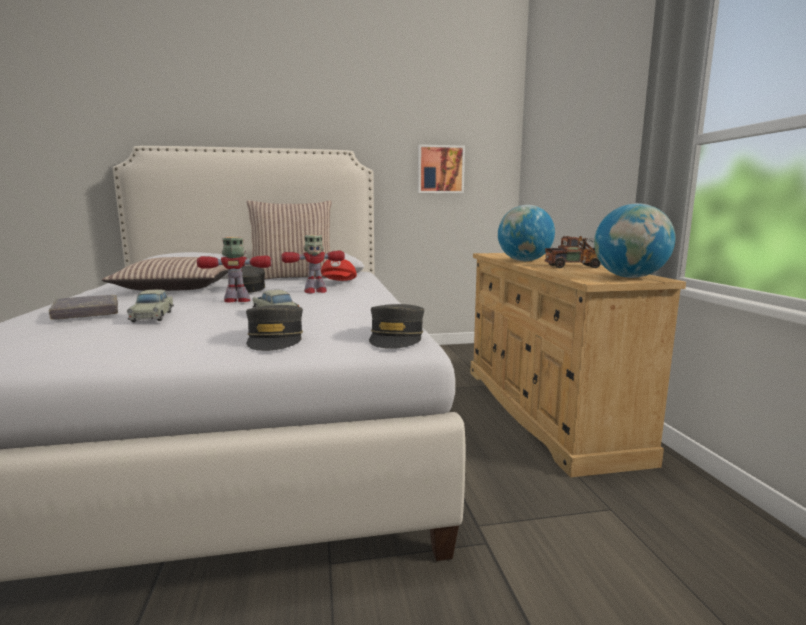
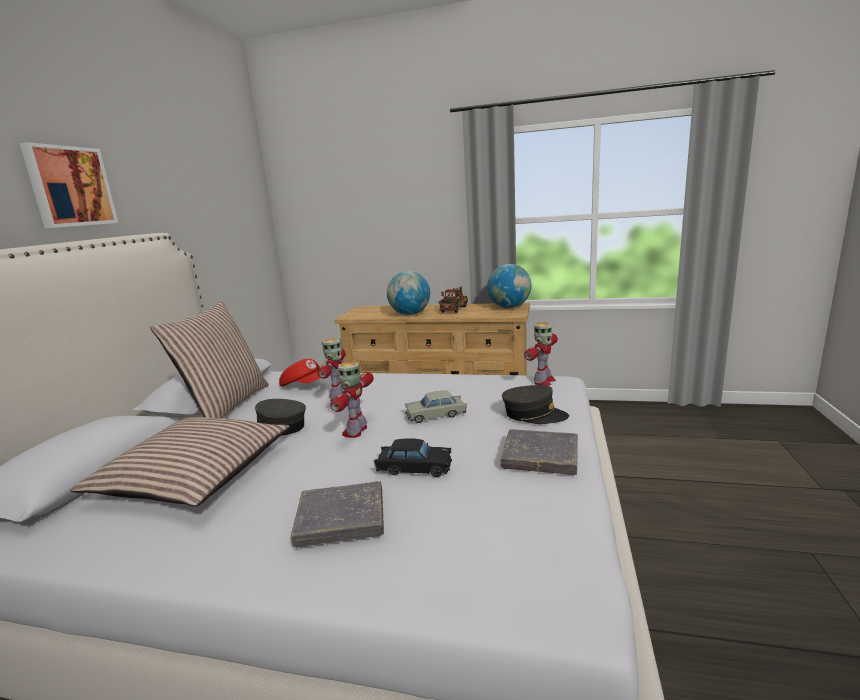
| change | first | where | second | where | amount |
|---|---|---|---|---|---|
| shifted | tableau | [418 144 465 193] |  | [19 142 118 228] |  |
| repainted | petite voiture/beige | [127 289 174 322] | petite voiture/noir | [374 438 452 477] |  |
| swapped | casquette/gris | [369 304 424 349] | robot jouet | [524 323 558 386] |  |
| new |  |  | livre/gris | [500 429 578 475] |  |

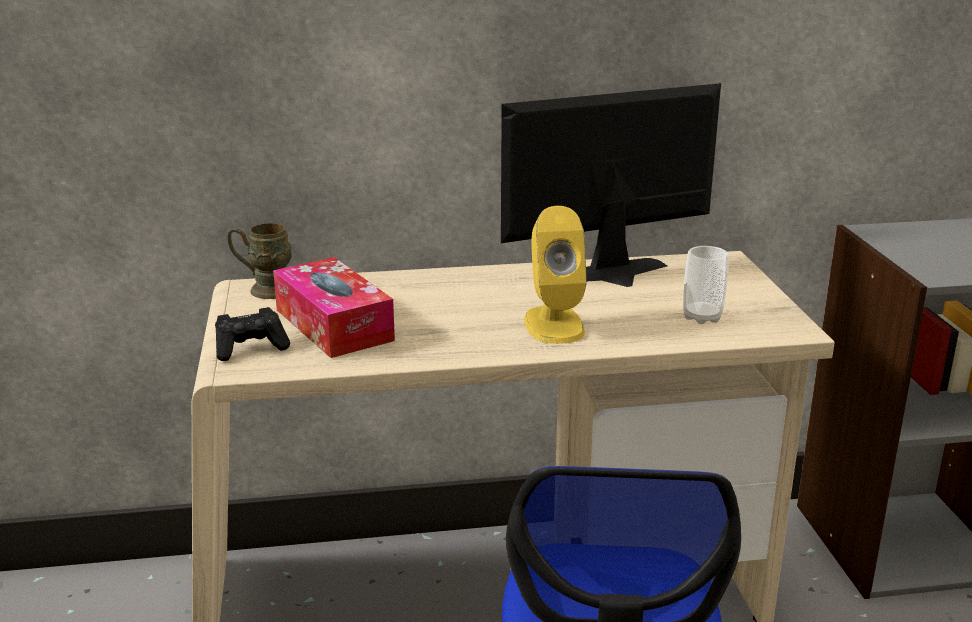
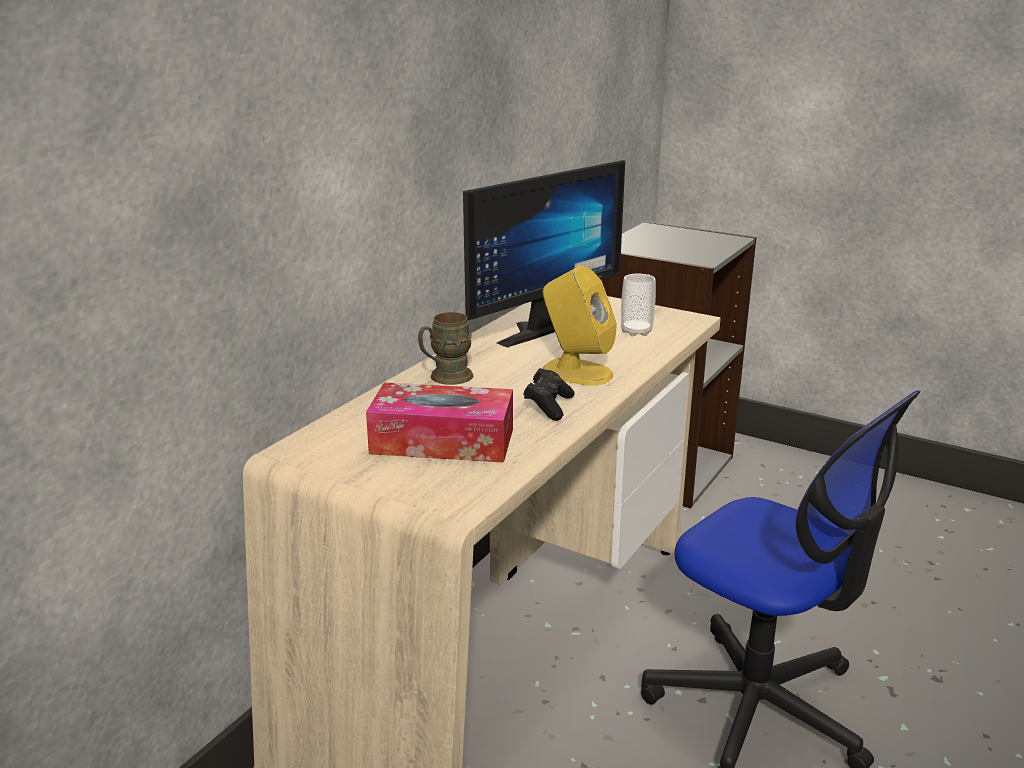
| change | first | where | second | where | amount |
|---|---|---|---|---|---|
| rotated | écran d'ordinateur | [501 83 721 287] |  | [463 160 625 348] | 150 degrees counterclockwise |
| shifted | mug/marron | [227 223 292 299] |  | [418 312 473 385] |  |
| shifted | manette/noir | [215 307 290 361] |  | [523 368 575 421] |  |

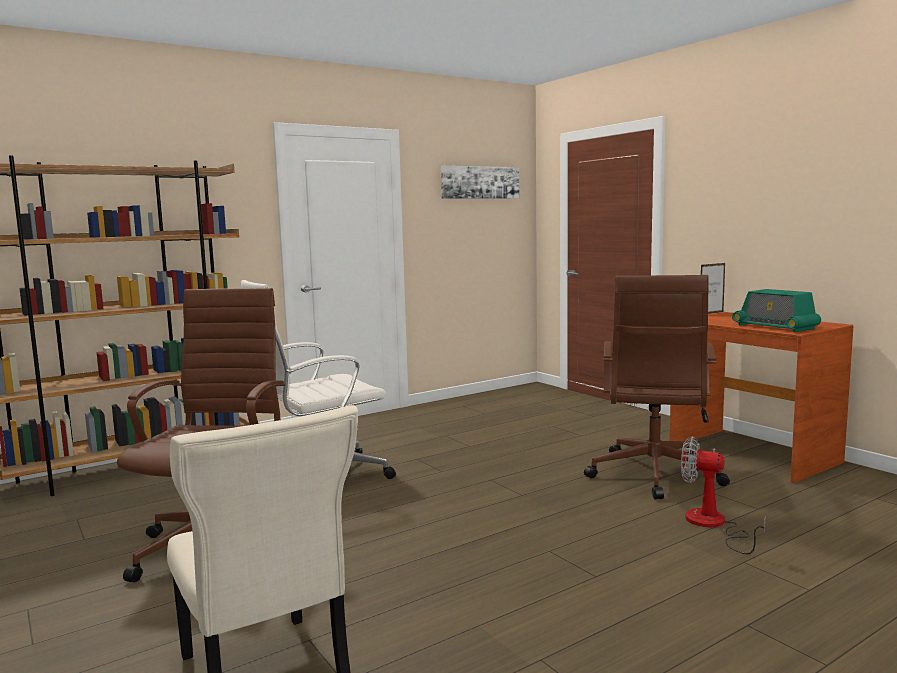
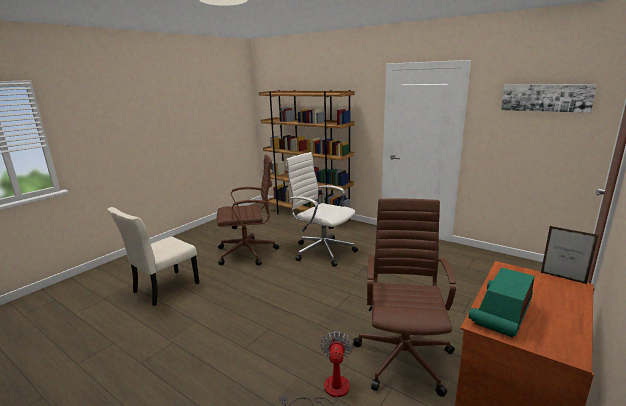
| change | first | where | second | where | amount |
|---|---|---|---|---|---|
| rotated | chaise de bureau/marron | [584 275 730 499] |  | [353 198 456 397] | 105 degrees clockwise |

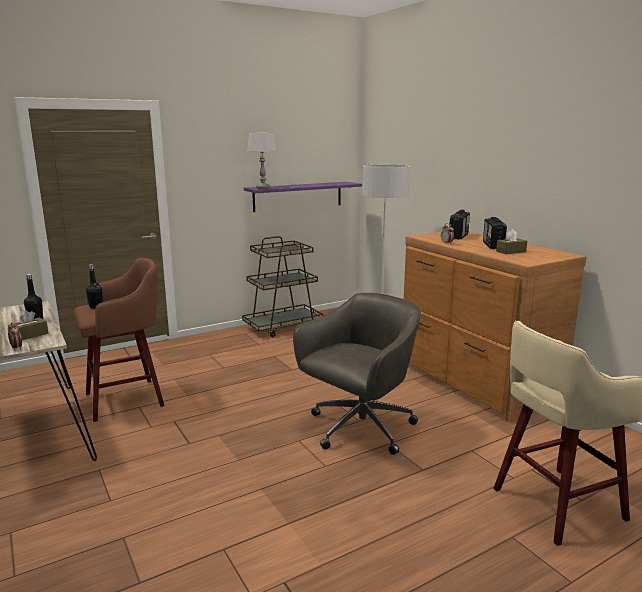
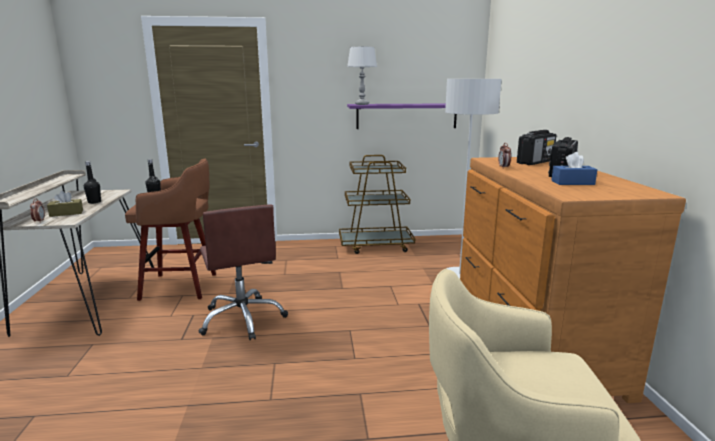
| change | first | where | second | where | amount |
|---|---|---|---|---|---|
| repainted | boîte à mouchoirs/marron | [496 229 527 254] | boîte à mouchoirs/bleu | [551 152 598 185] |  |
| gone | chaise de bureau/gris | [293 293 421 455] |  |  |  |
| new |  |  | chaise de bureau/marron | [198 205 288 340] |  |

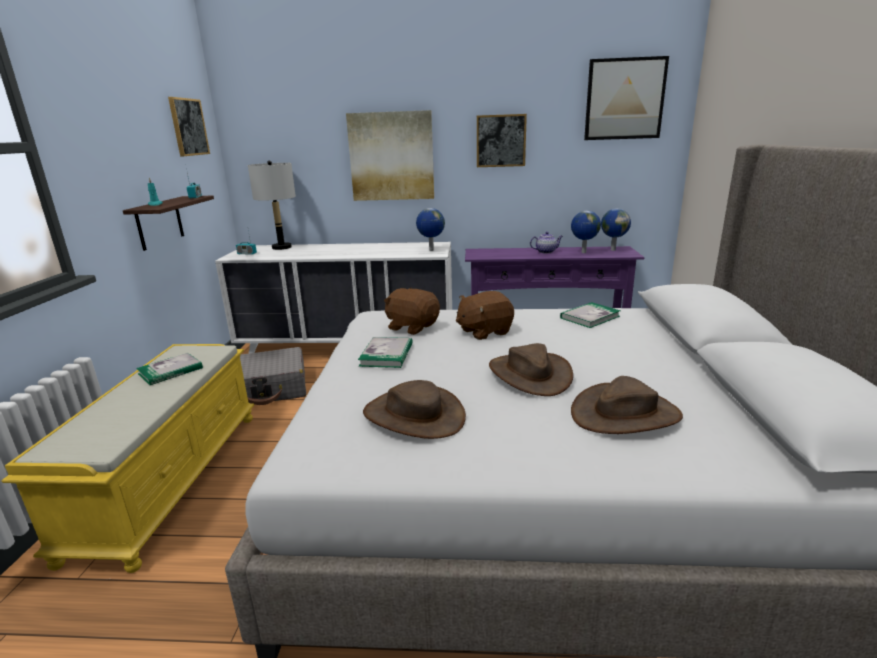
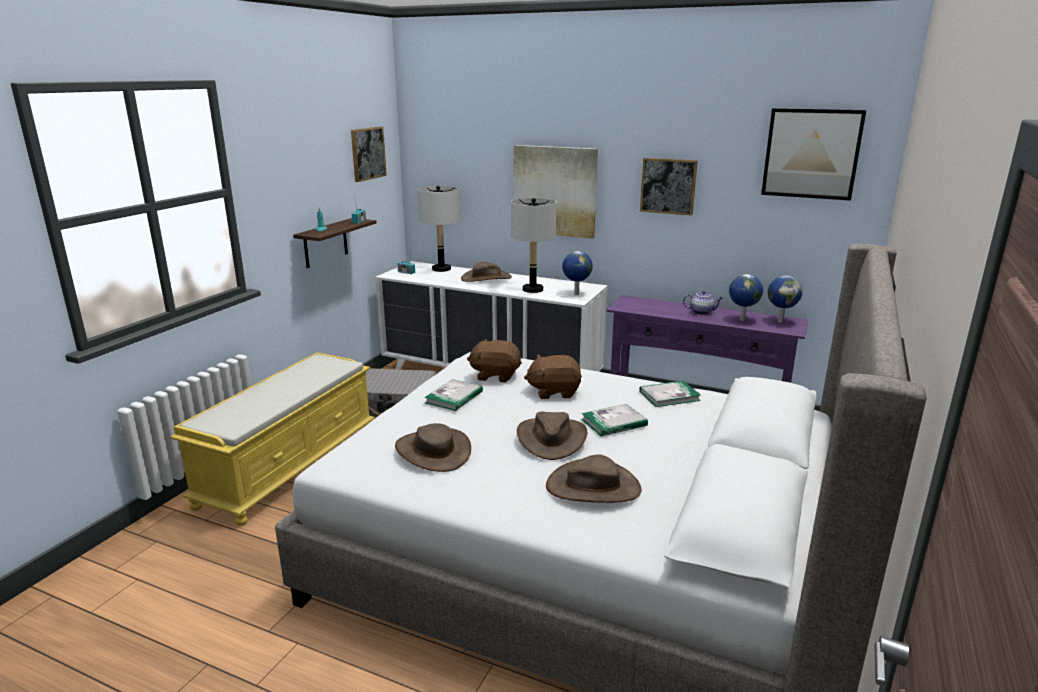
| change | first | where | second | where | amount |
|---|---|---|---|---|---|
| rotated | peluche/marron | [384 288 440 335] |  | [467 339 522 382] | 45 degrees counterclockwise |
| shifted | livre | [136 353 203 385] |  | [581 404 648 436] |  |
| new |  |  | lampe de table/gris | [511 198 556 293] |  |
| new |  |  | chapeau/marron | [461 262 512 282] |  |

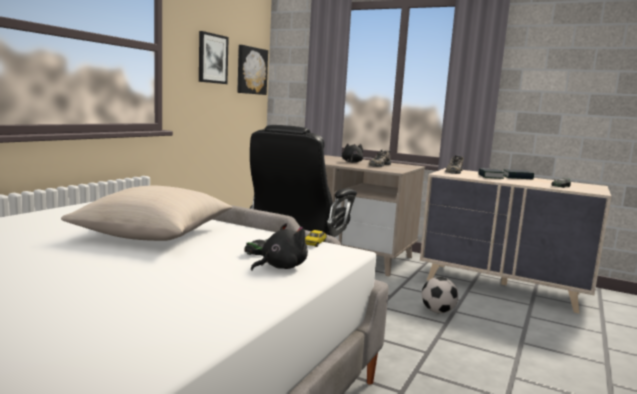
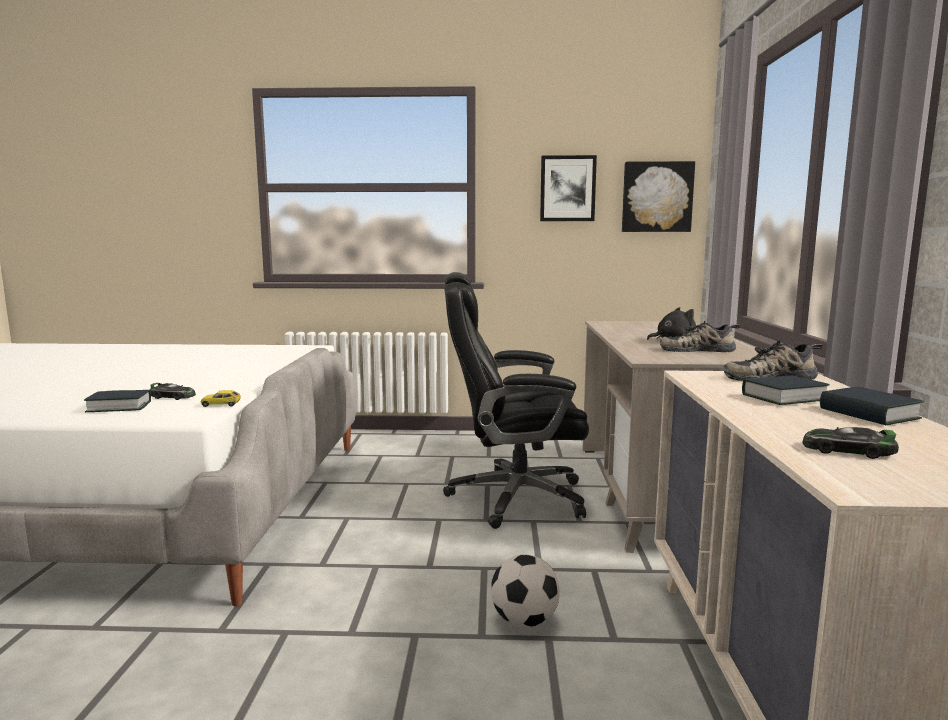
| change | first | where | second | where | amount |
|---|---|---|---|---|---|
| gone | coussin/beige | [61 186 232 241] |  |  |  |
| swapped | peluche/noir | [251 223 308 271] | livre | [84 390 151 412] |  |

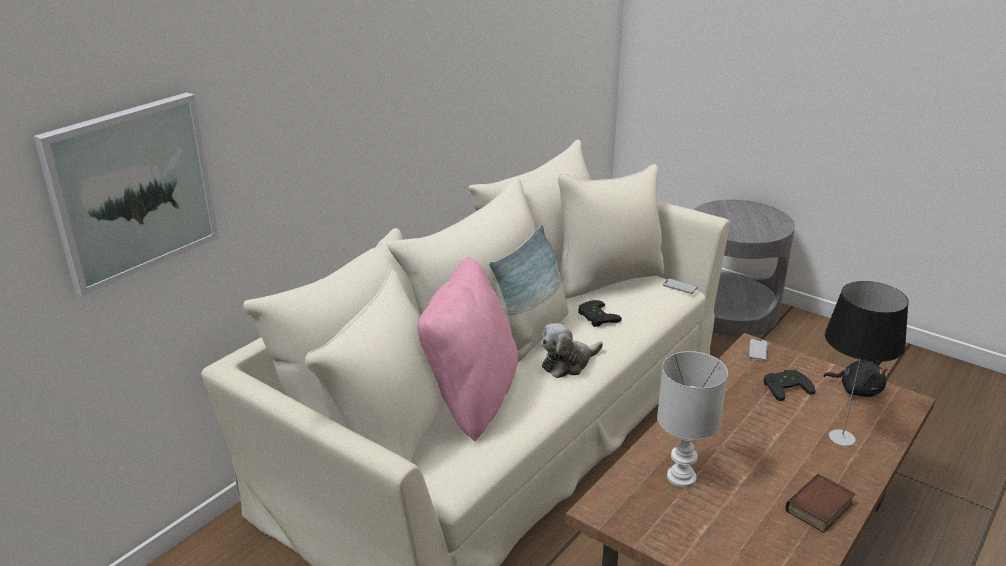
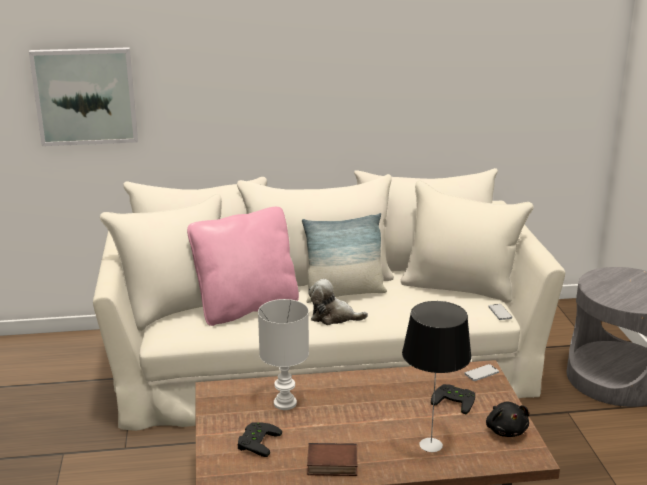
| change | first | where | second | where | amount |
|---|---|---|---|---|---|
| shifted | manette/noir | [578 300 622 327] |  | [238 422 282 457] |  |

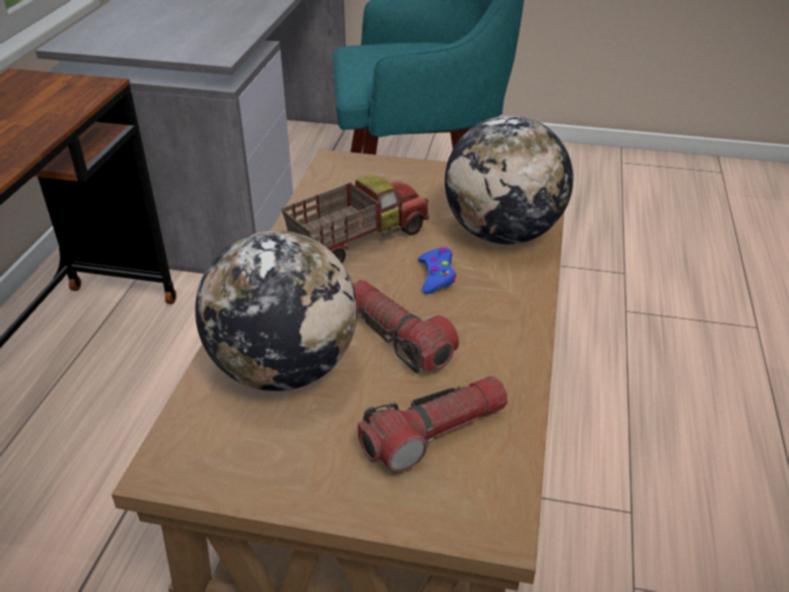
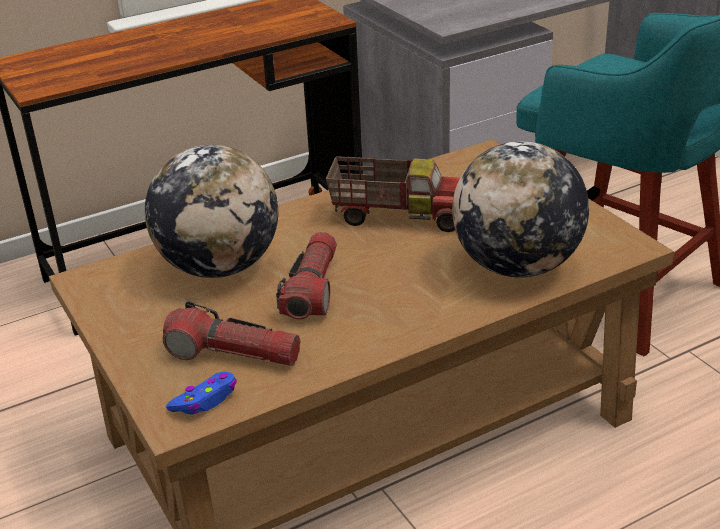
| change | first | where | second | where | amount |
|---|---|---|---|---|---|
| shifted | manette/bleu | [418 247 456 294] |  | [166 372 237 415] |  |

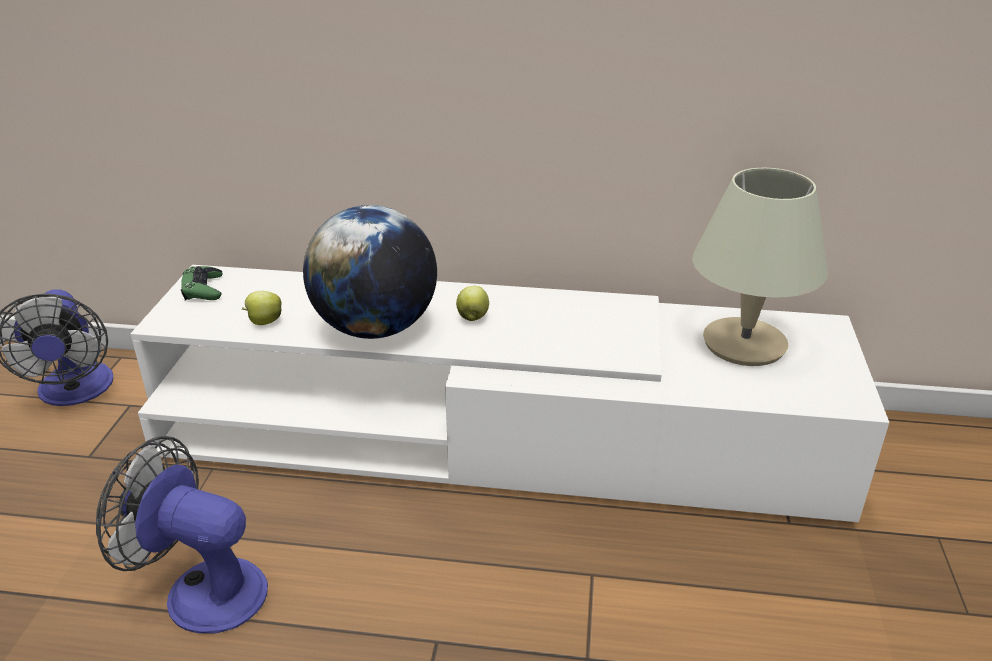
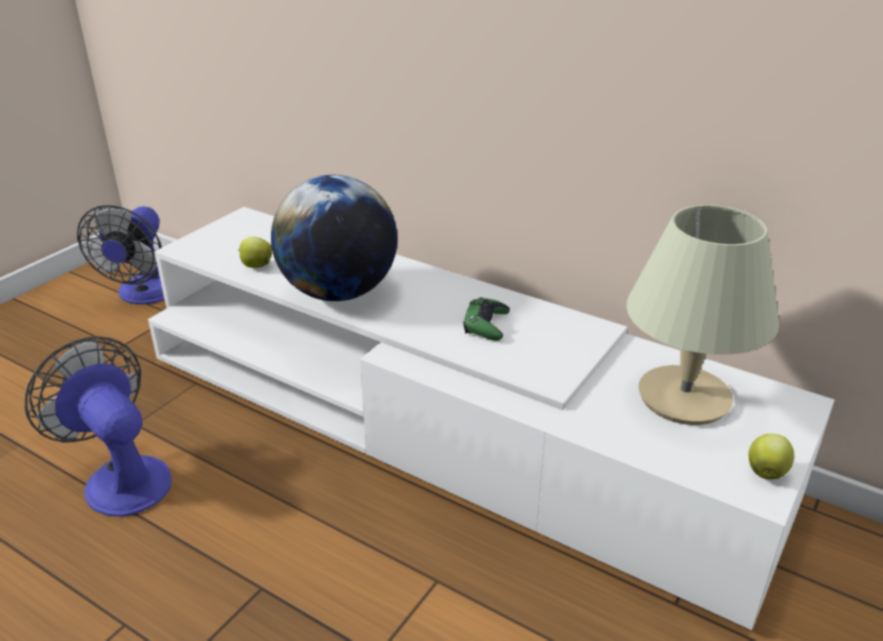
| change | first | where | second | where | amount |
|---|---|---|---|---|---|
| shifted | manette/vert | [181 266 223 300] |  | [463 297 510 341] |  |
| shifted | pomme | [456 286 489 321] |  | [749 434 794 479] |  |

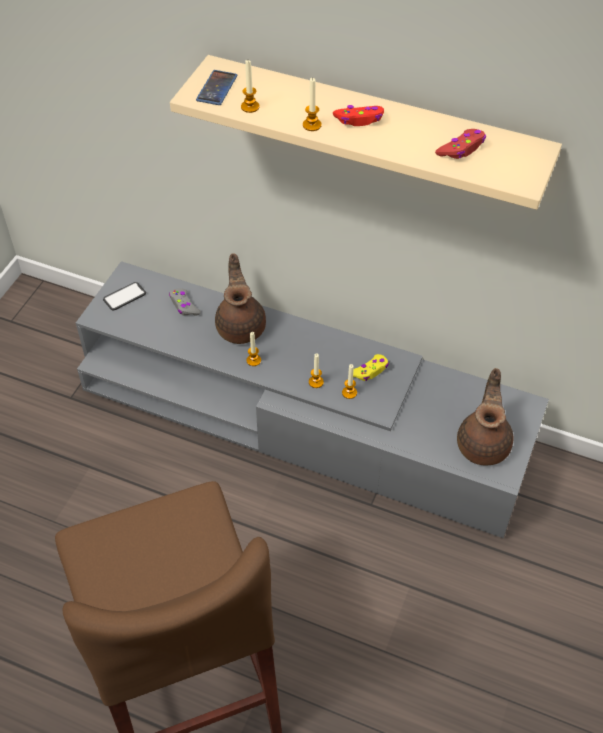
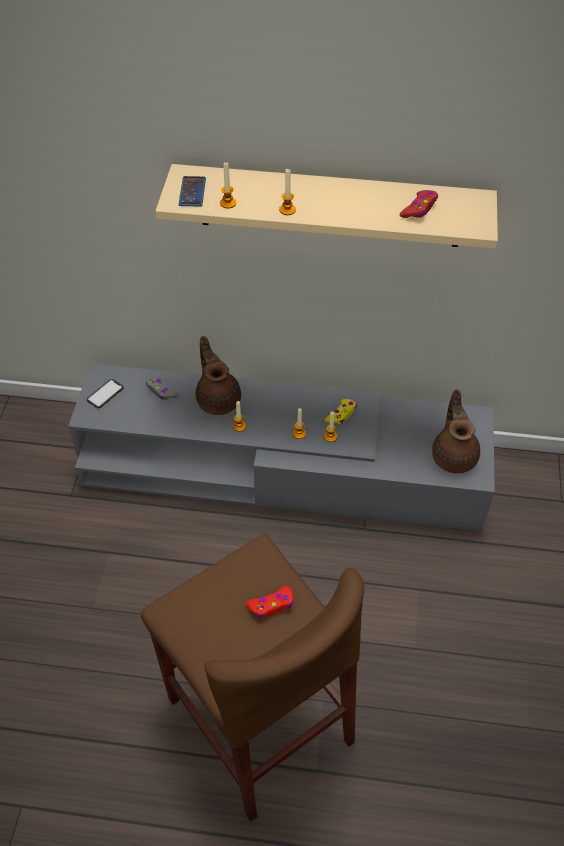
| change | first | where | second | where | amount |
|---|---|---|---|---|---|
| shifted | manette/rouge | [333 105 384 126] |  | [246 586 293 618] |  |

